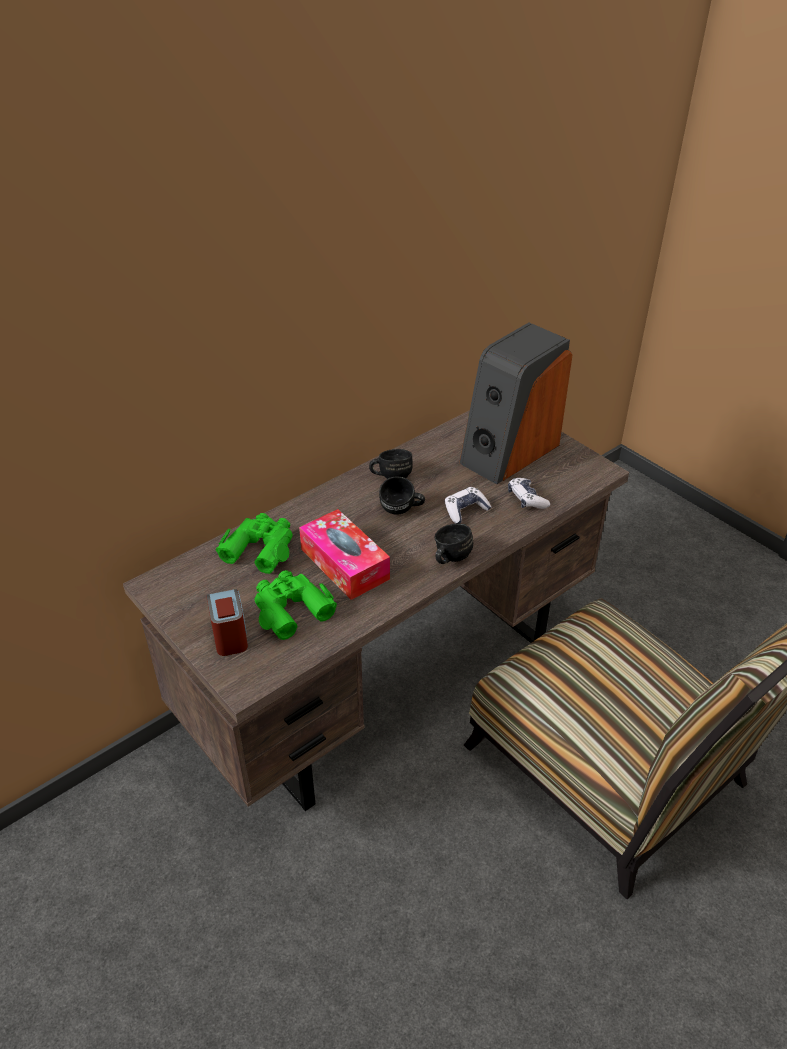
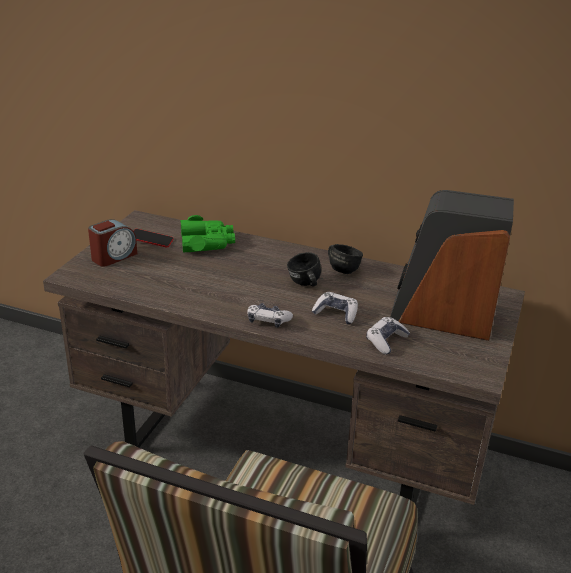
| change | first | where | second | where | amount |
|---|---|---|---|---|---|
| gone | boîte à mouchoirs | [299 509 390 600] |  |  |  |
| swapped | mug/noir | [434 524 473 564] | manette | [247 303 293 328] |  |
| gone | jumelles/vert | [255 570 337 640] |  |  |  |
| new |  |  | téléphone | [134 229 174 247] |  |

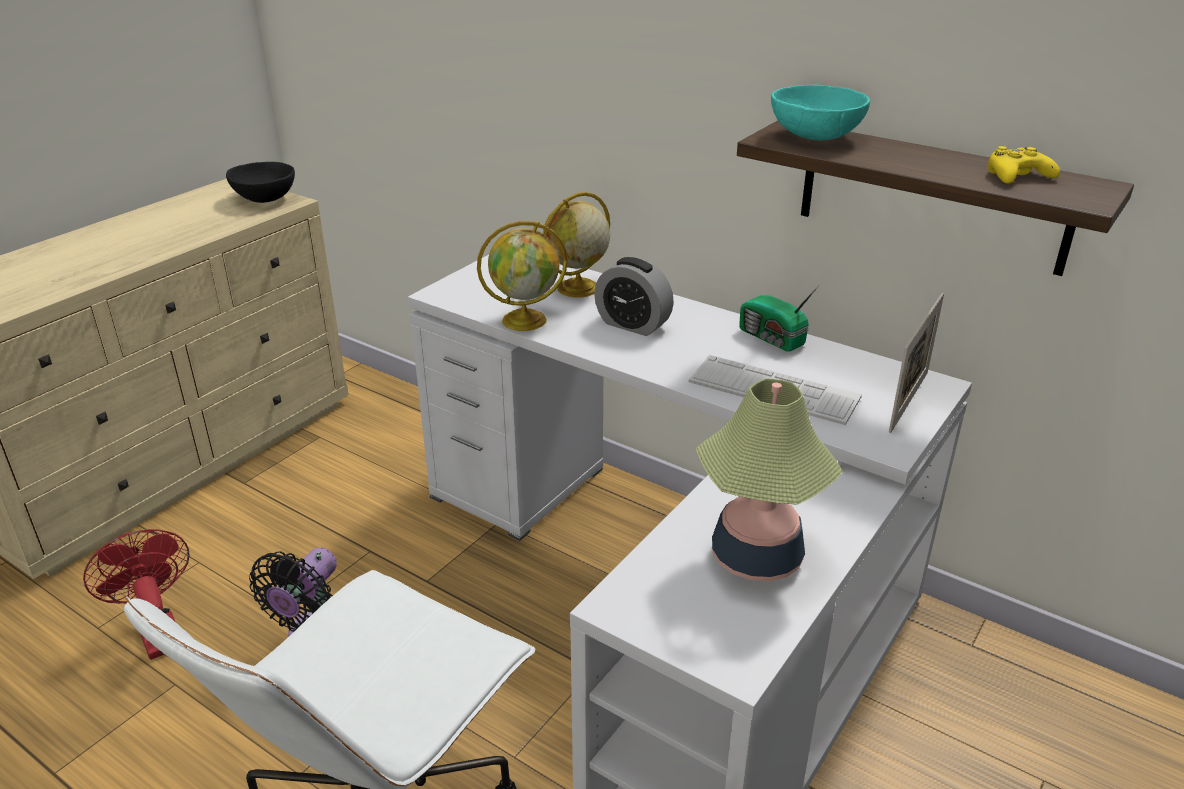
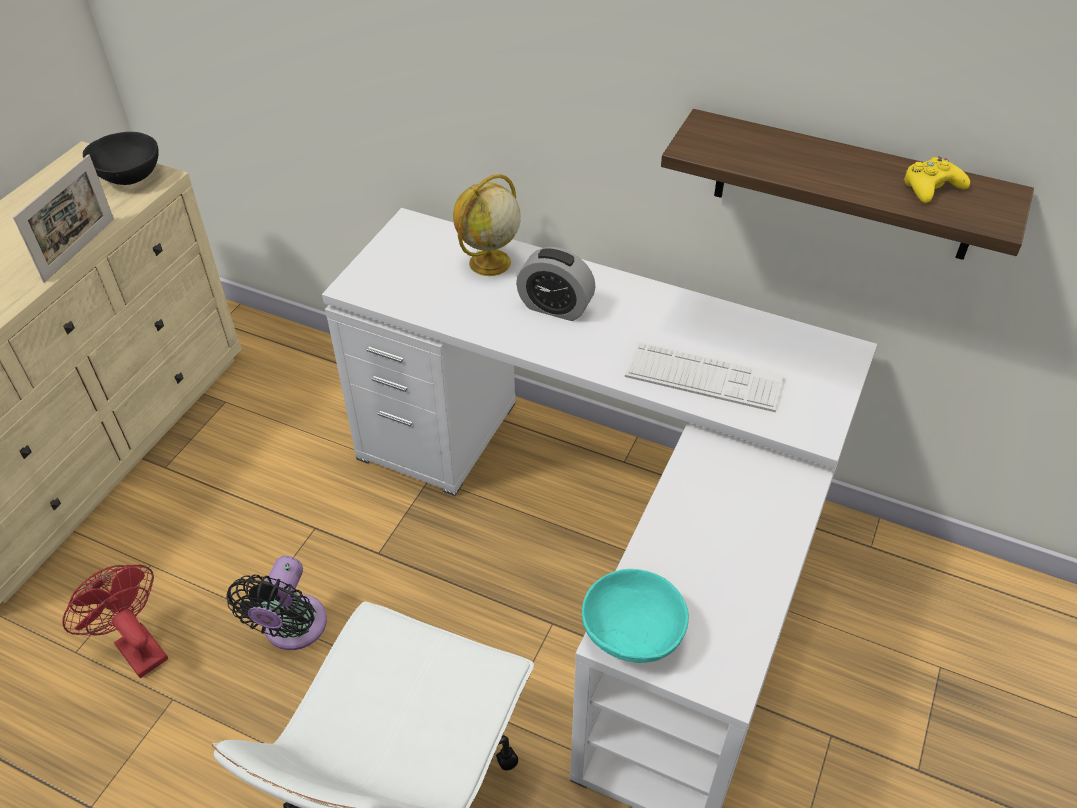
| change | first | where | second | where | amount |
|---|---|---|---|---|---|
| shifted | bol/turquoise | [771 85 870 140] |  | [582 569 689 663] |  |
| gone | globe | [477 221 568 331] |  |  |  |
| gone | radio | [739 285 819 352] |  |  |  |
| shifted | cadre photo | [889 293 944 433] |  | [13 154 114 283] |  |
| gone | lampe de table | [696 379 843 581] |  |  |  |

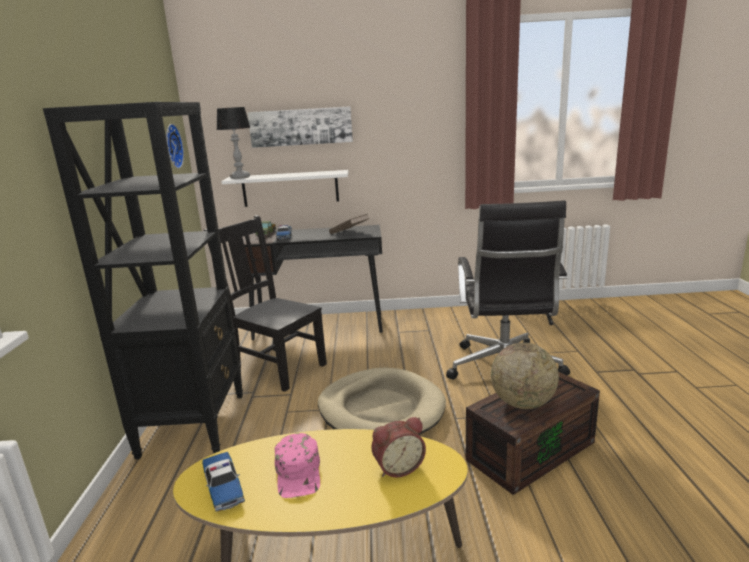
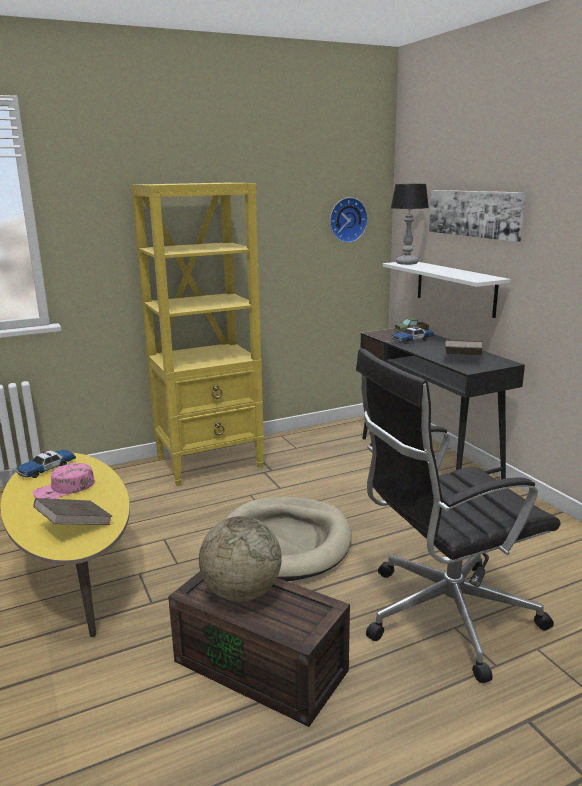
| change | first | where | second | where | amount |
|---|---|---|---|---|---|
| repainted | bibliothèque/noir | [43 102 243 459] | bibliothèque/jaune | [131 183 264 486] |  |
| gone | chaise/noir | [204 215 327 392] |  |  |  |
| swapped | réveil | [371 417 426 478] | livre/marron | [34 498 112 525] |  |

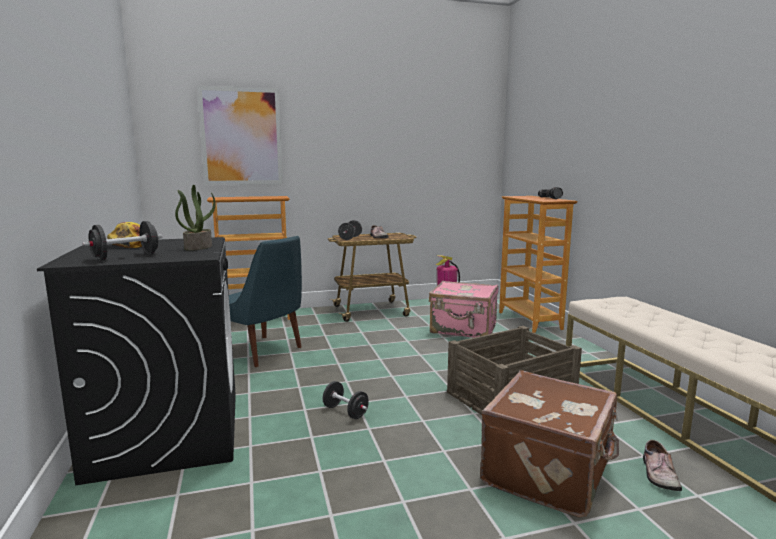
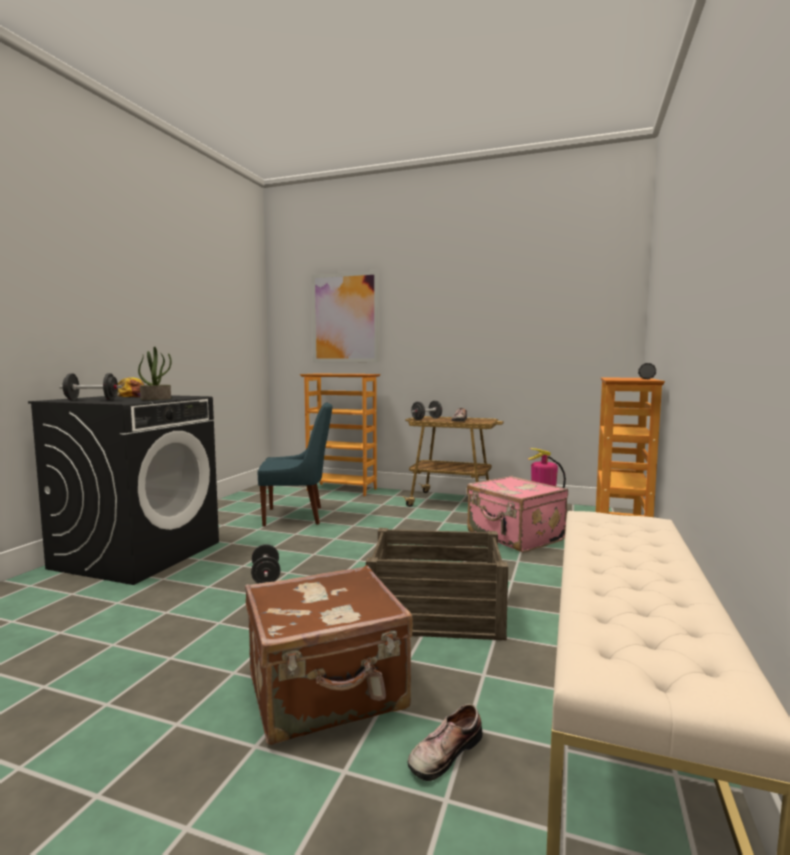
| change | first | where | second | where | amount |
|---|---|---|---|---|---|
| rotated | chaise/bleu | [229 236 302 367] |  | [257 402 333 527] | 75 degrees counterclockwise |

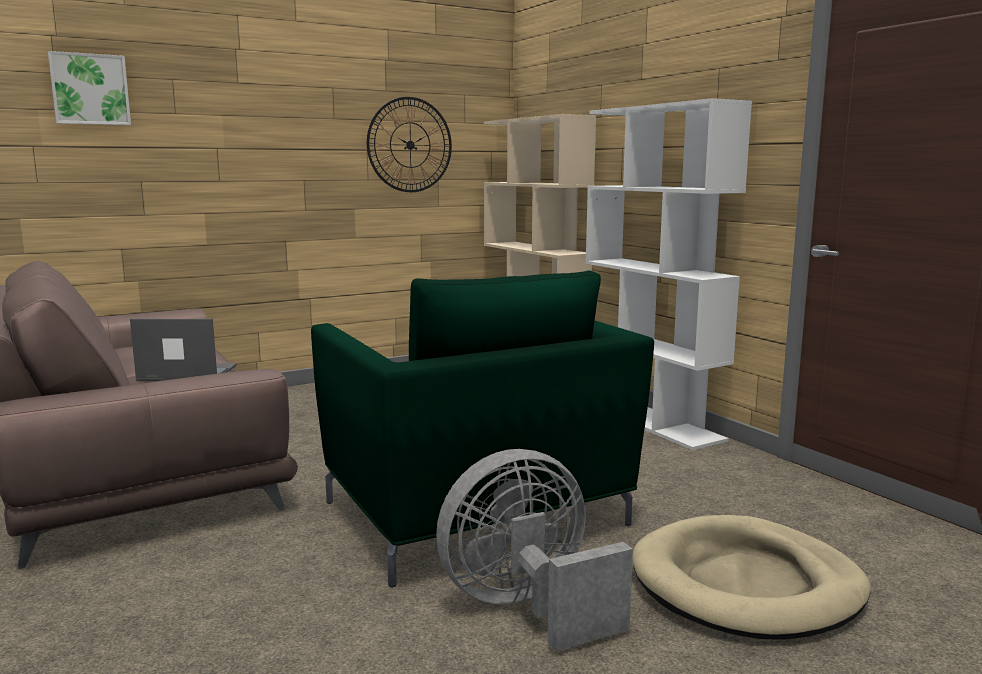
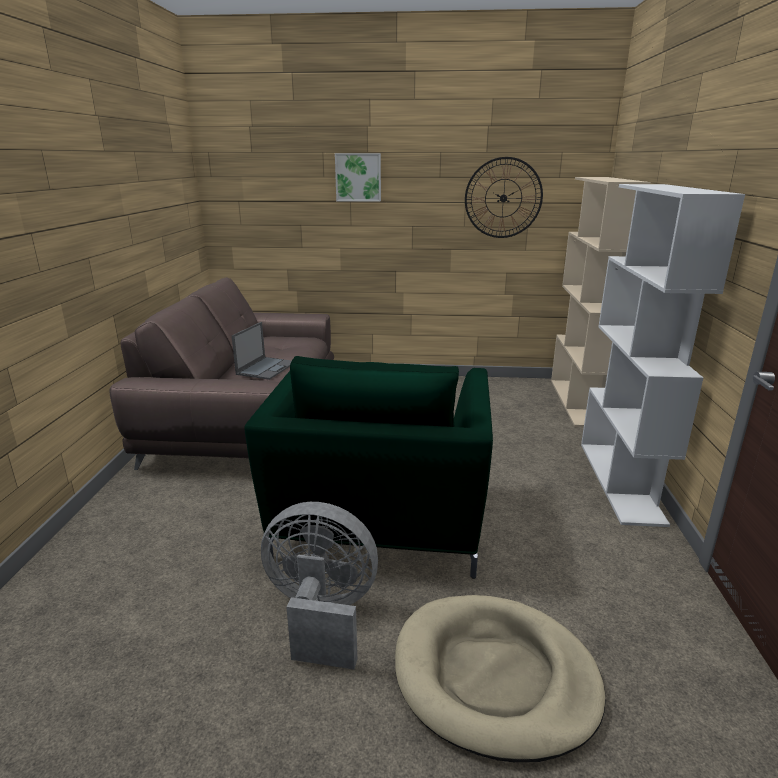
| change | first | where | second | where | amount |
|---|---|---|---|---|---|
| shifted | tableau | [48 51 131 125] |  | [335 153 381 202] |  |
| rotated | ordinateur portable | [130 319 236 381] |  | [232 322 292 380] | 75 degrees clockwise |

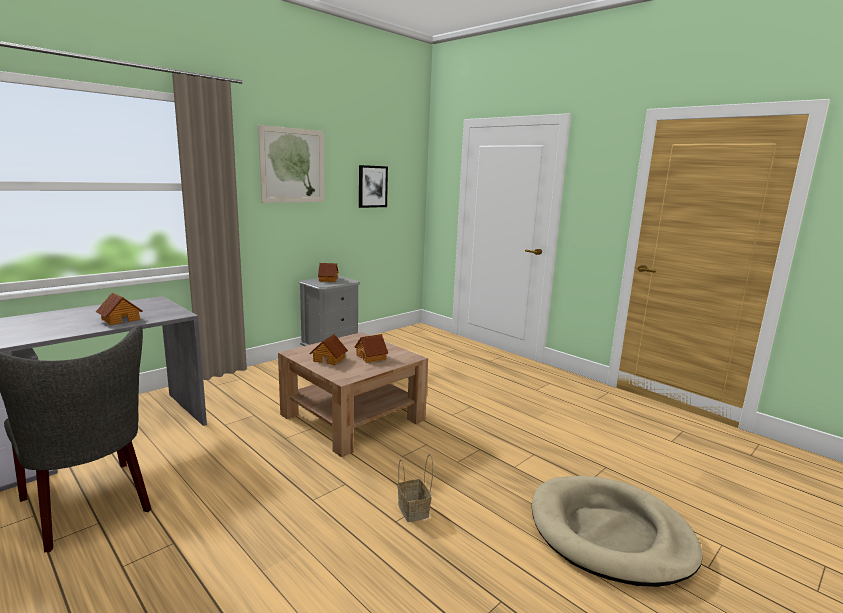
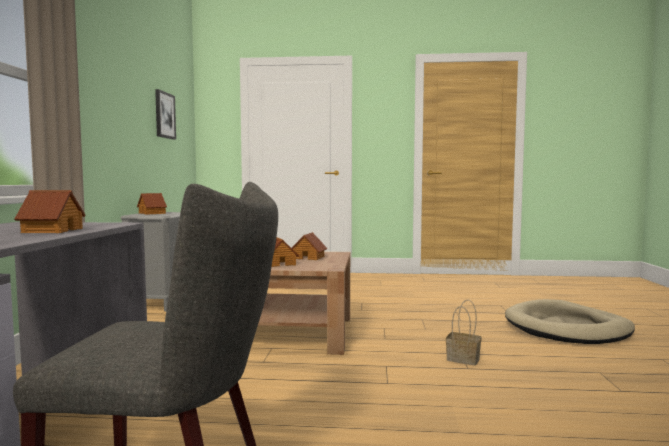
| change | first | where | second | where | amount |
|---|---|---|---|---|---|
| gone | tableau | [258 125 324 203] |  |  |  |

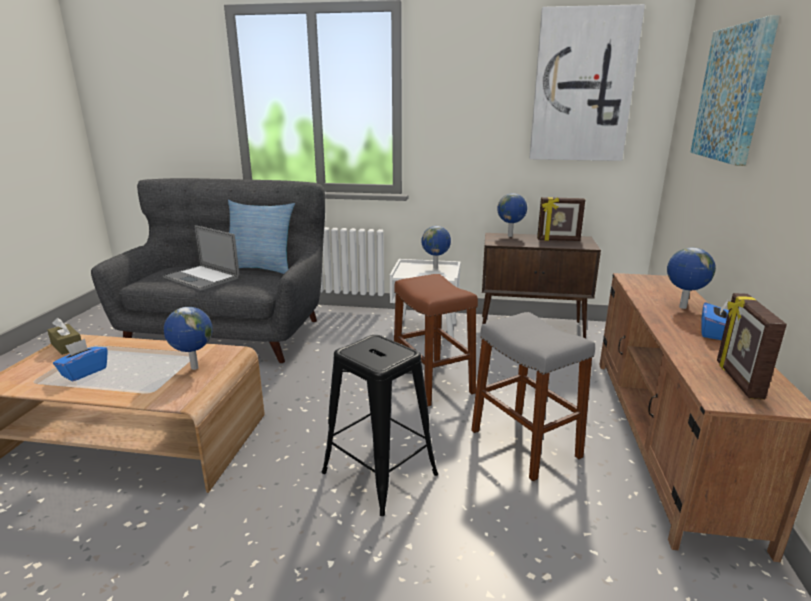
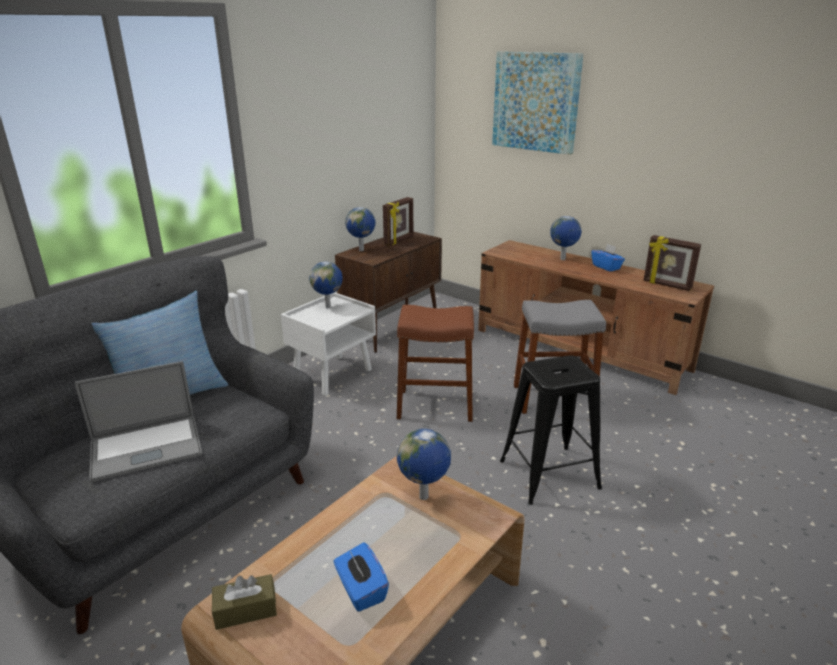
| change | first | where | second | where | amount |
|---|---|---|---|---|---|
| gone | tableau | [529 4 645 161] |  |  |  |

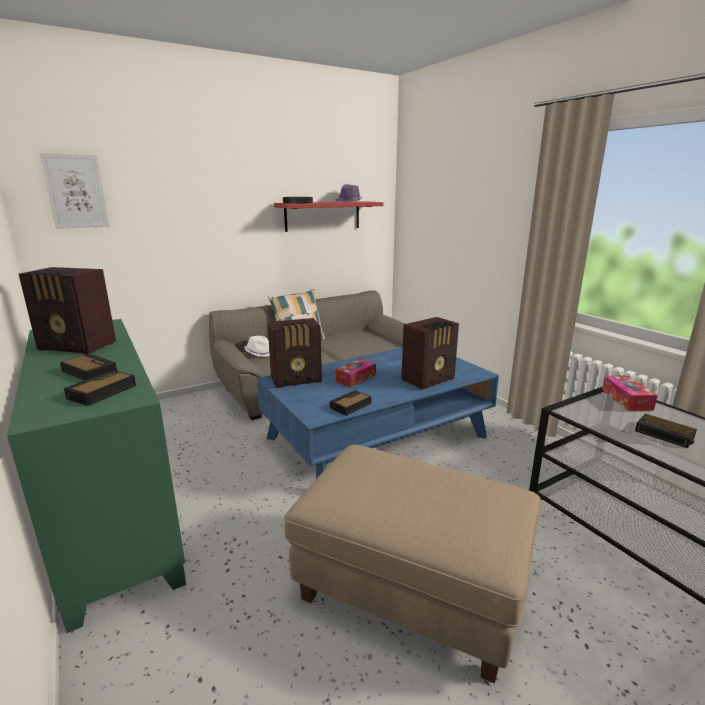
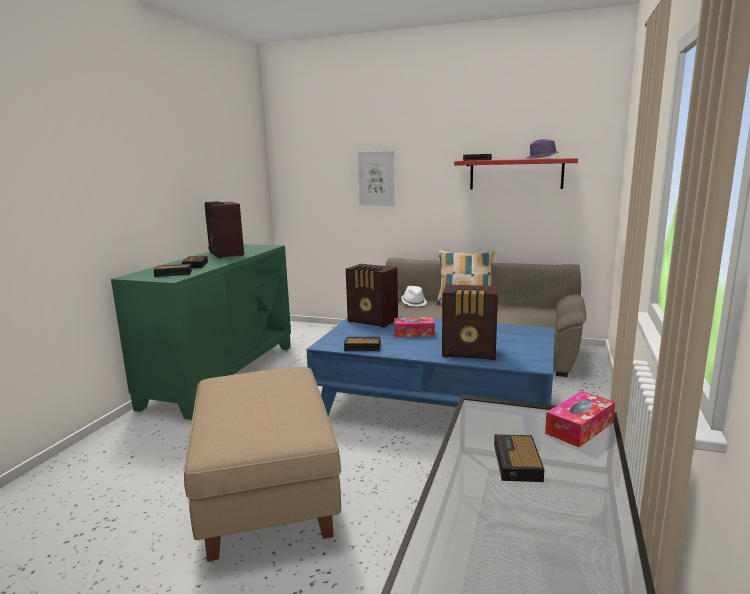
| change | first | where | second | where | amount |
|---|---|---|---|---|---|
| shifted | tableau | [40 153 109 229] |  | [358 151 394 206] |  |

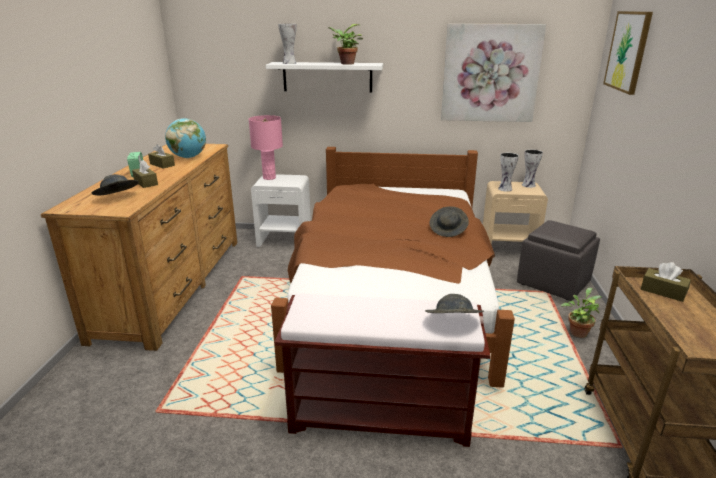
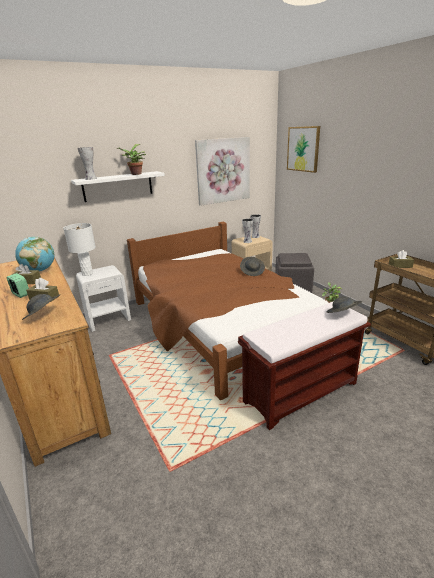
| change | first | where | second | where | amount |
|---|---|---|---|---|---|
| repainted | lampe de table/rose | [249 115 283 180] | lampe de table/blanc | [63 223 96 276] |  |

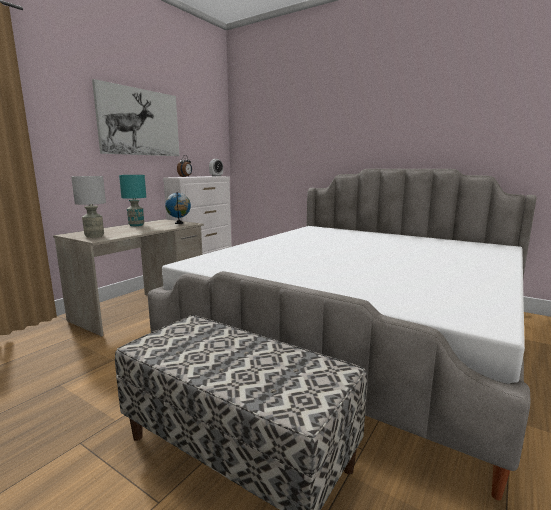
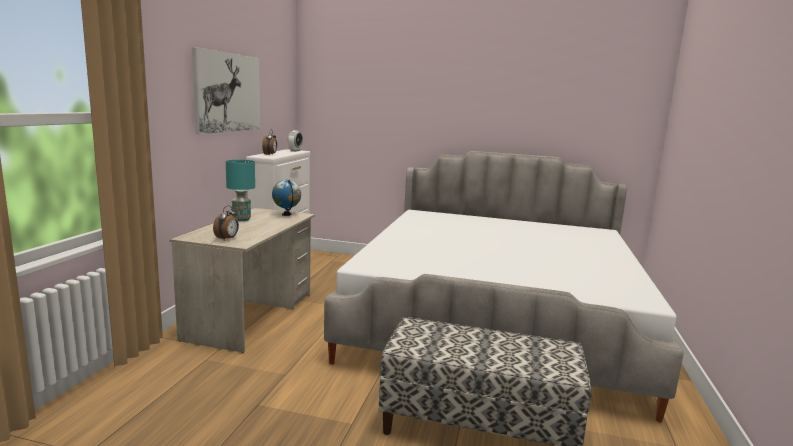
| change | first | where | second | where | amount |
|---|---|---|---|---|---|
| swapped | lampe de table/gris | [71 176 106 238] | réveil | [213 205 239 241] |  |

